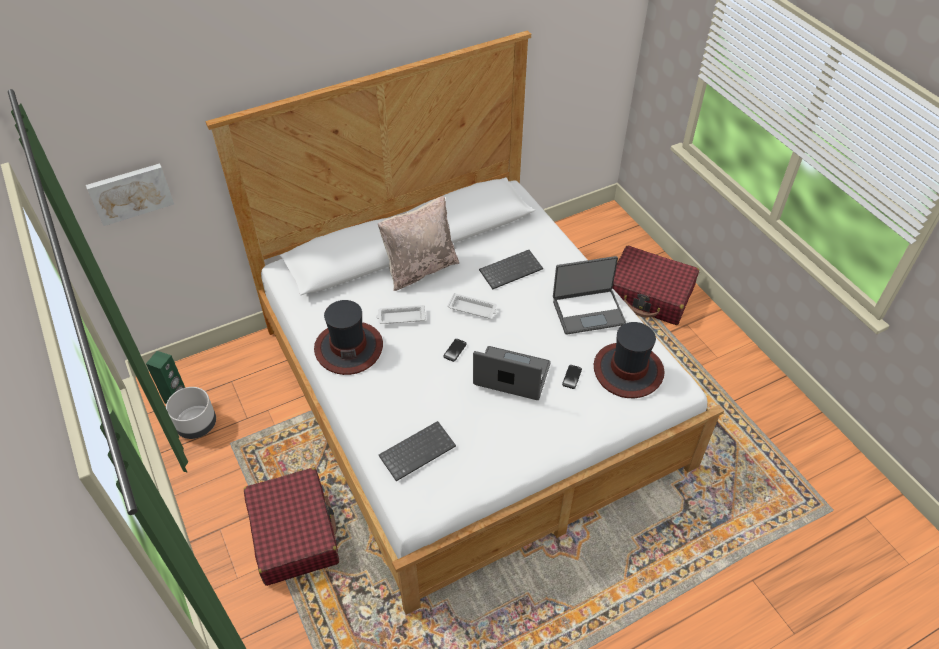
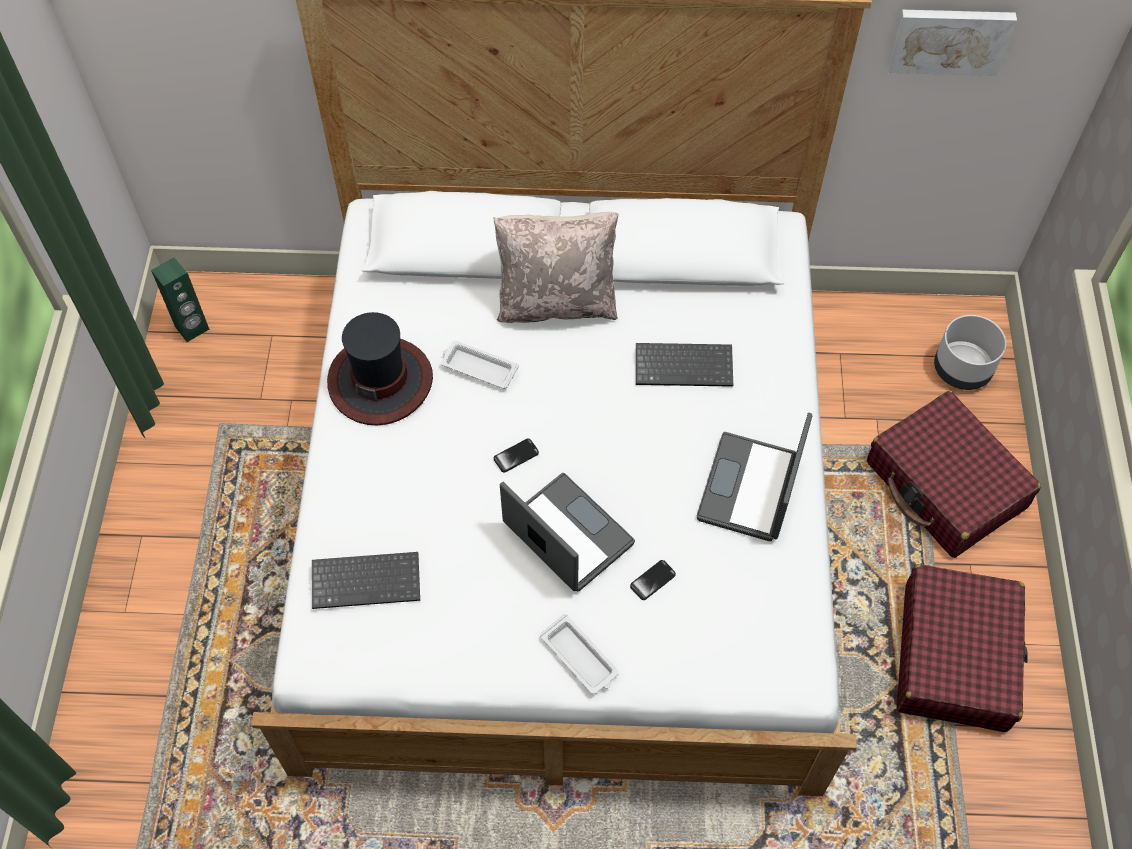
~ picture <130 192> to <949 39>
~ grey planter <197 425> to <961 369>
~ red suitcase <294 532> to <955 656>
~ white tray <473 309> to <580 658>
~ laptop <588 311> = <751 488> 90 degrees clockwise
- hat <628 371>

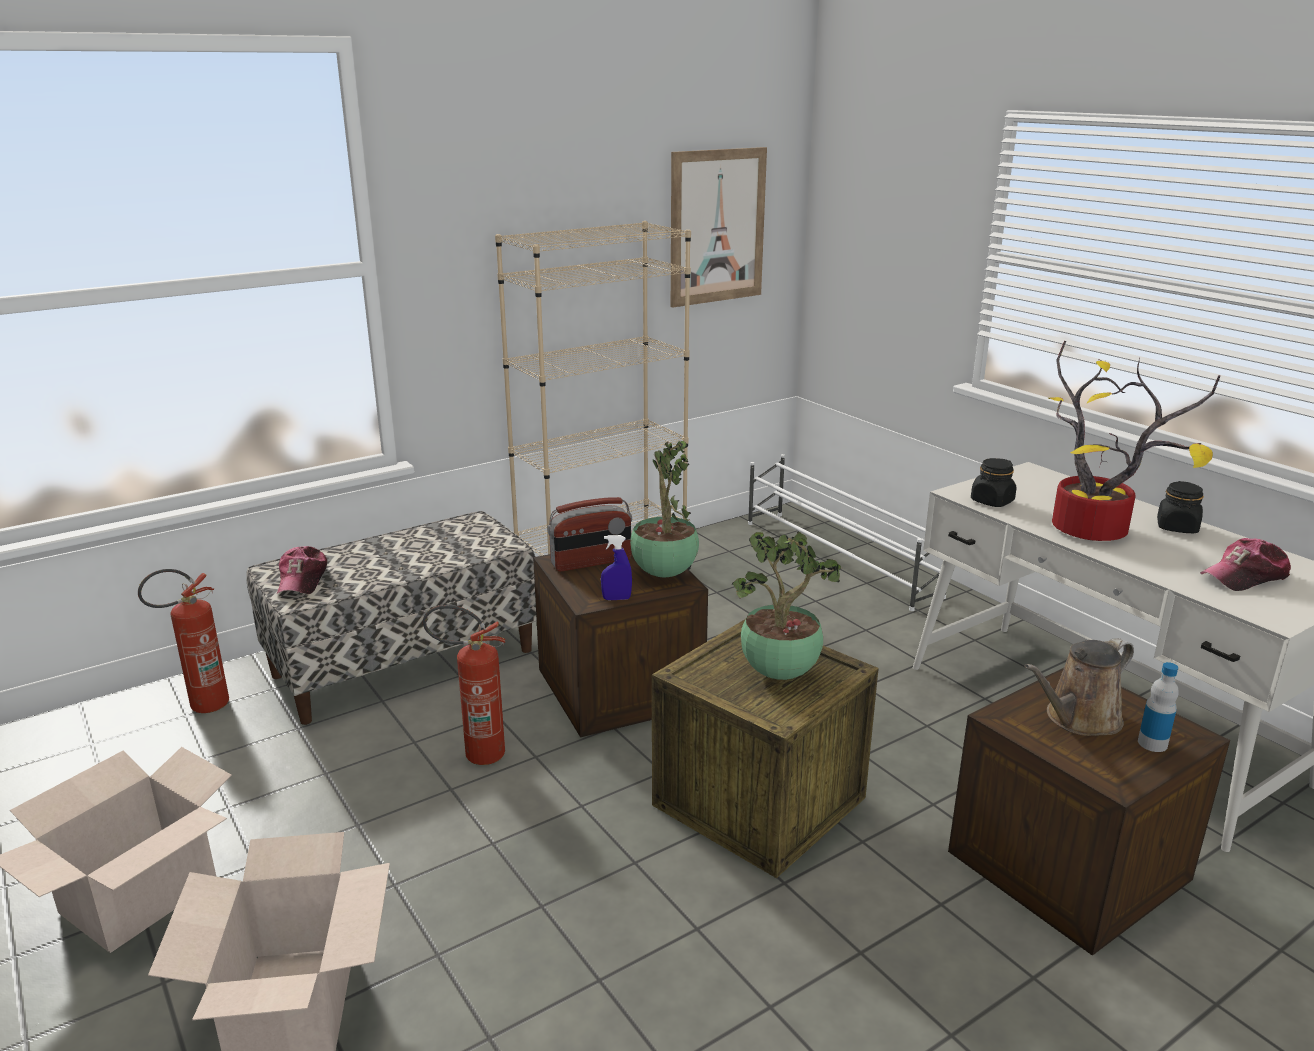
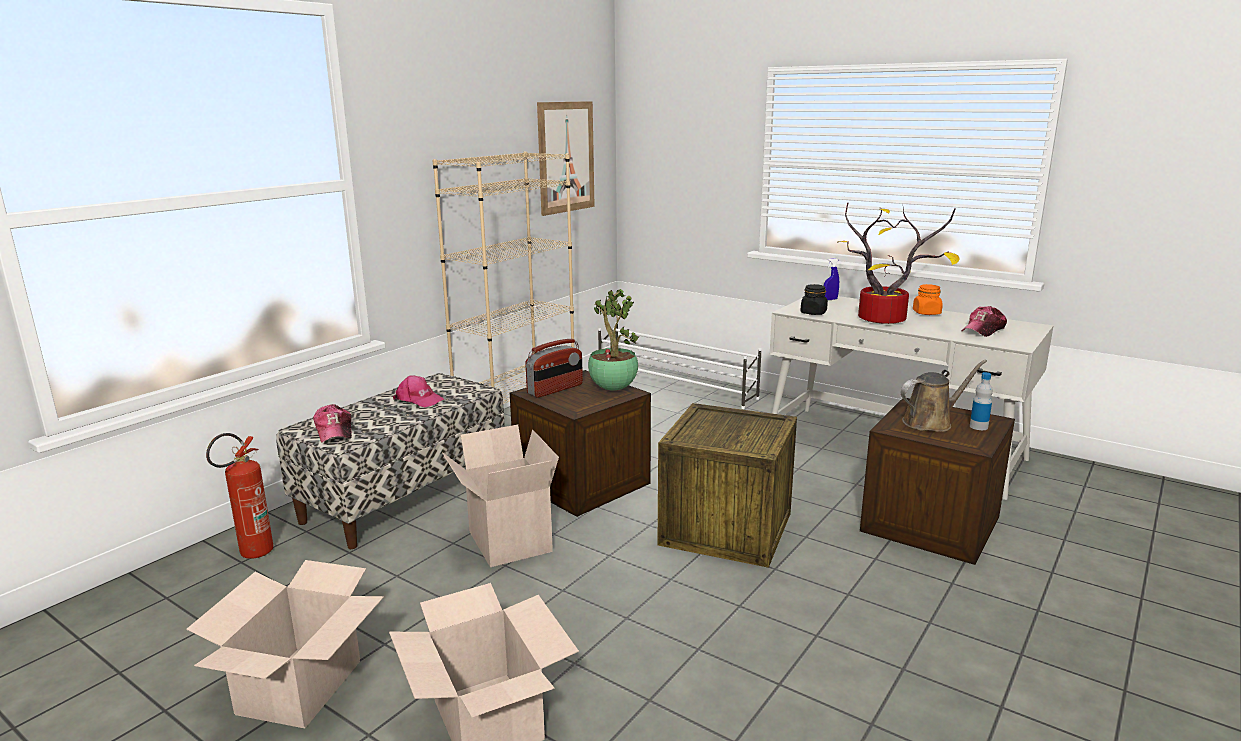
~ fire extinguisher <475 755> to cardboard box <506 541>
~ blue spray bottle <616 599> to <830 299>
- potted plant <782 674>
~ brown watering can <1078 719> = <931 422> 150 degrees counterclockwise
~ black jar <1177 527> to orange jar <926 313>
+ pink cap <419 399>

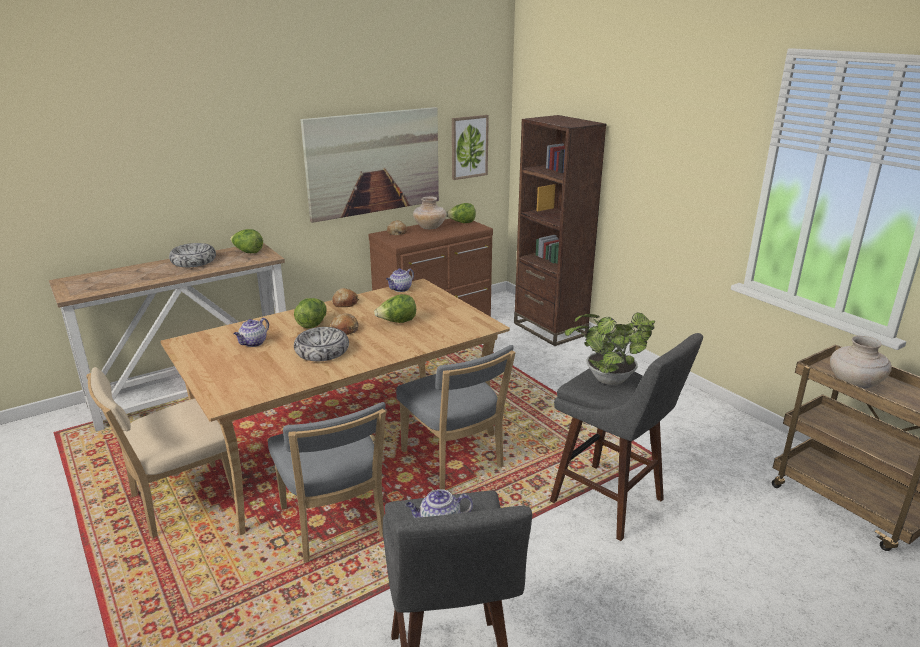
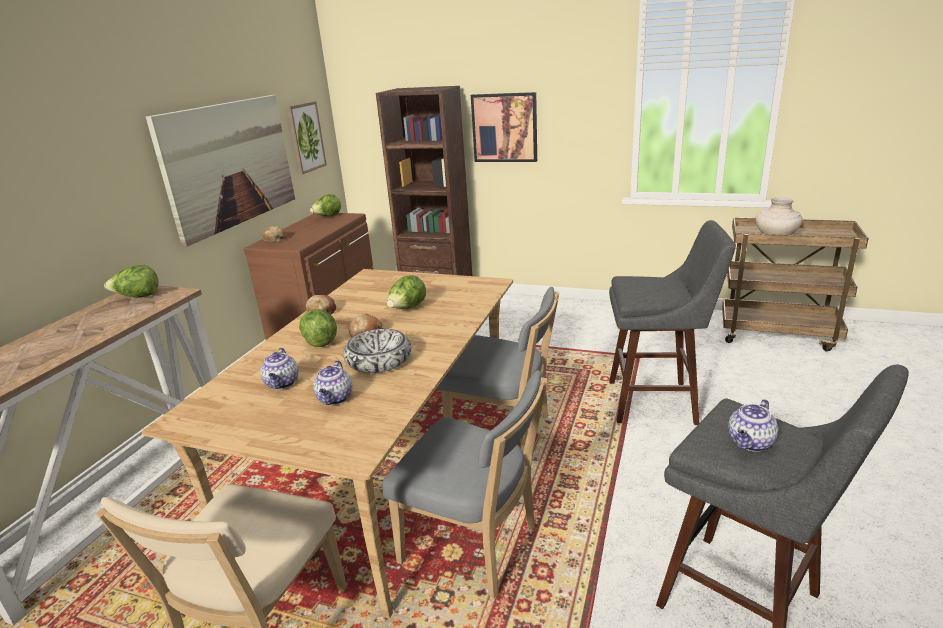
- bowl <193 262>
~ teapot <400 289> to <335 399>
- beige vase <430 228>
- potted plant <606 380>
+ picture <504 127>

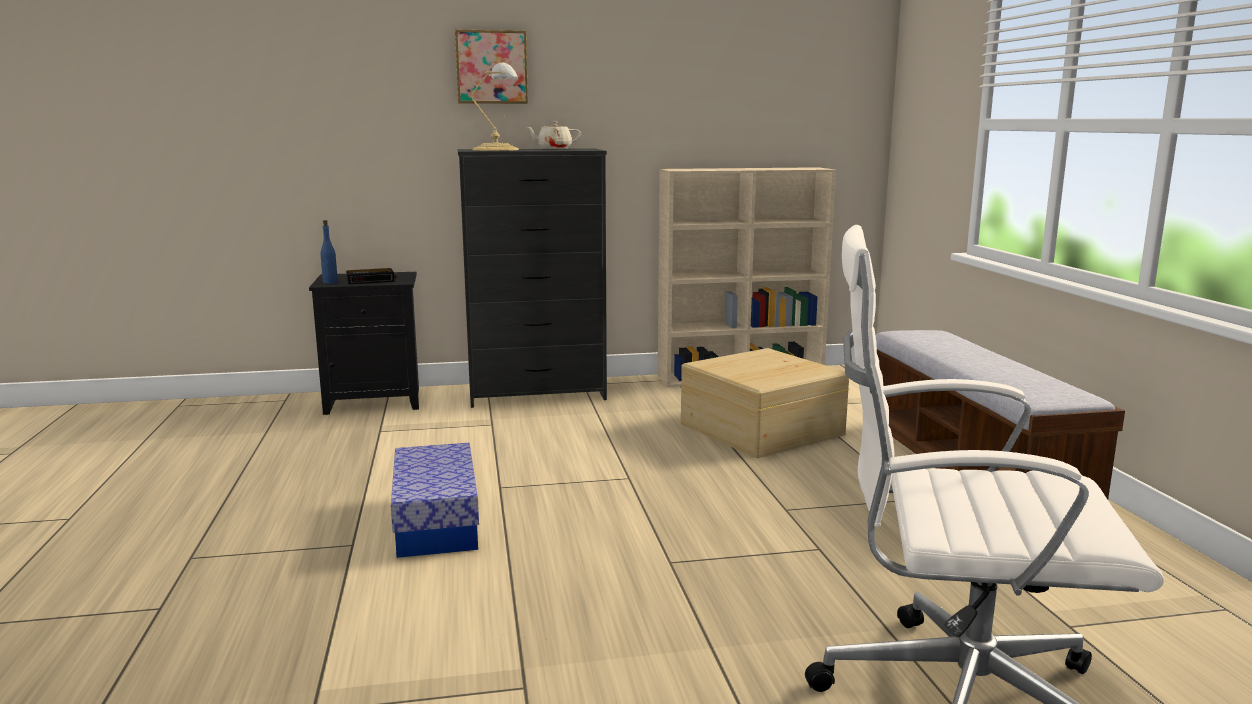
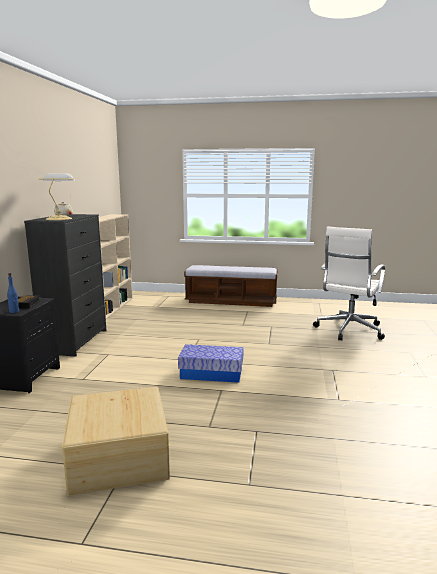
- picture <491 67>
~ beige storage box <760 429> to <118 457>

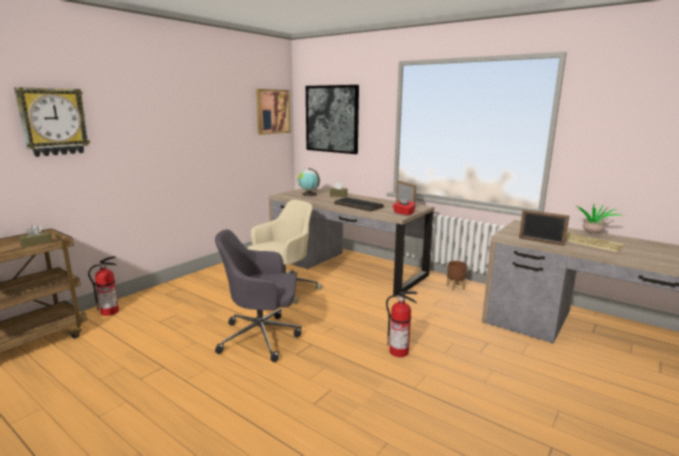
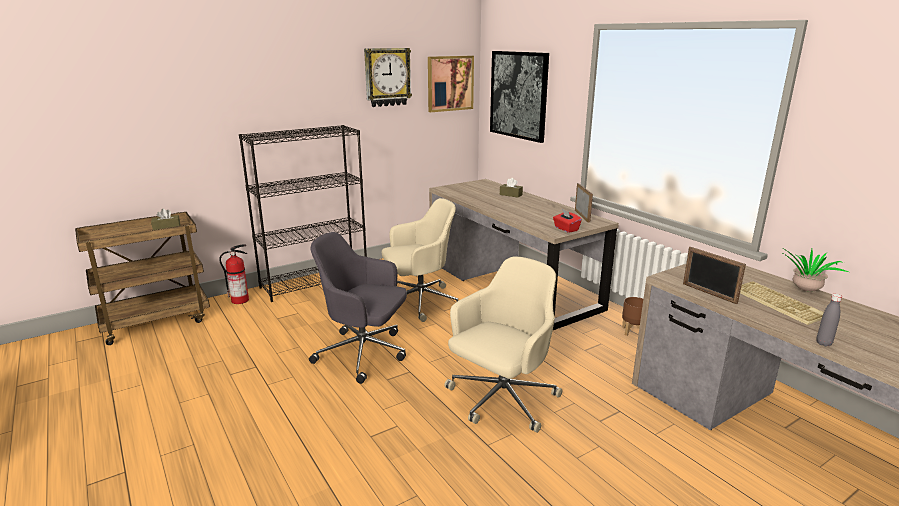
~ wall clock <53 122> to <387 77>
- globe <308 194>
- keyboard <359 205>
~ fire extinguisher <399 352> to beige office chair <501 400>
+ black bookcase <315 282>
+ grey bottle <823 343>

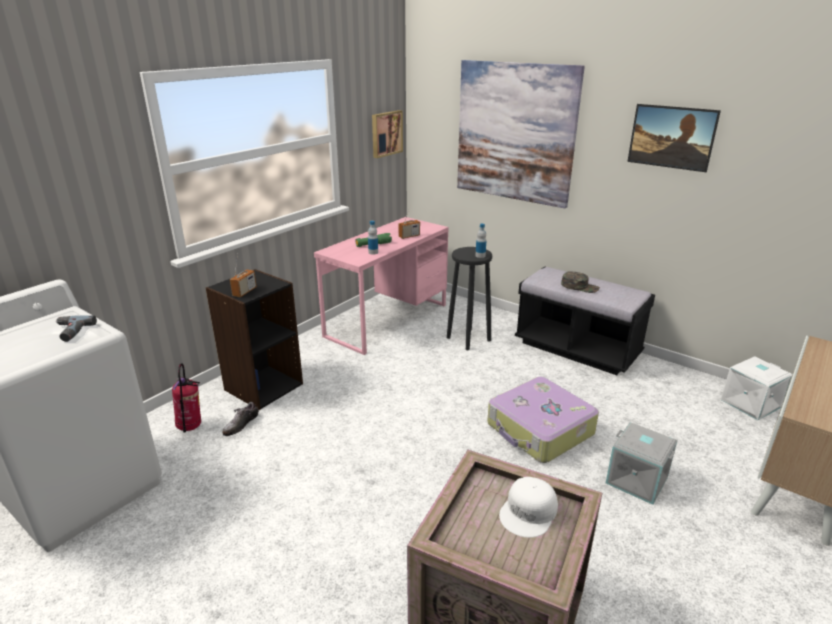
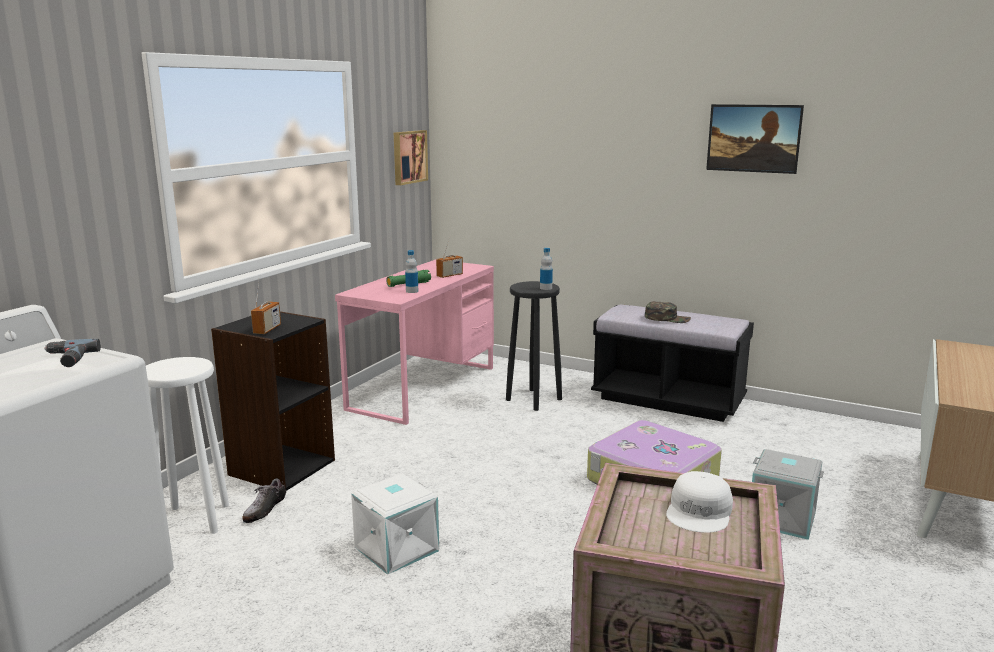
~ fire extinguisher <191 428> to white stool <194 519>
- picture <515 133>
~ white storage box <749 403> to <396 548>

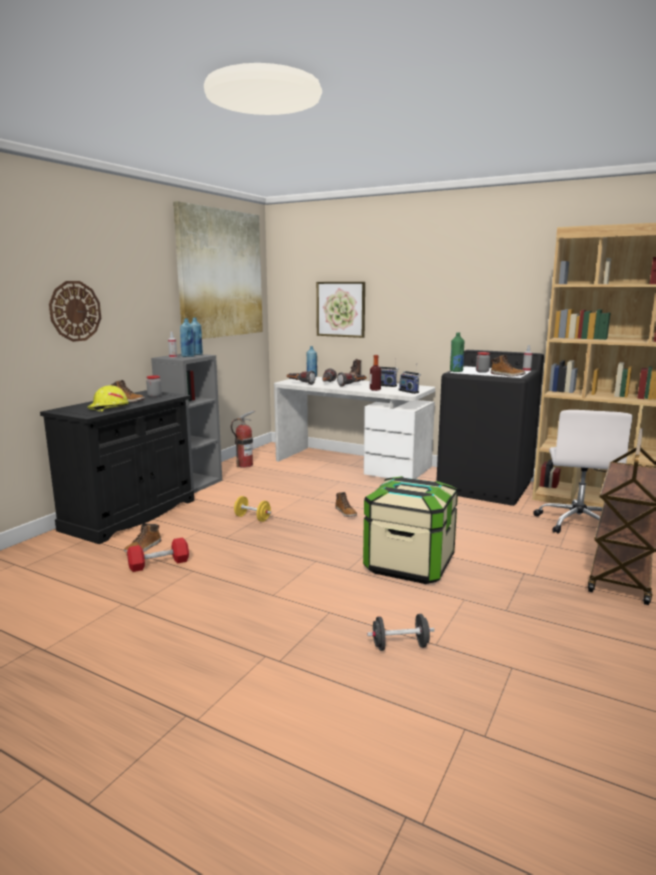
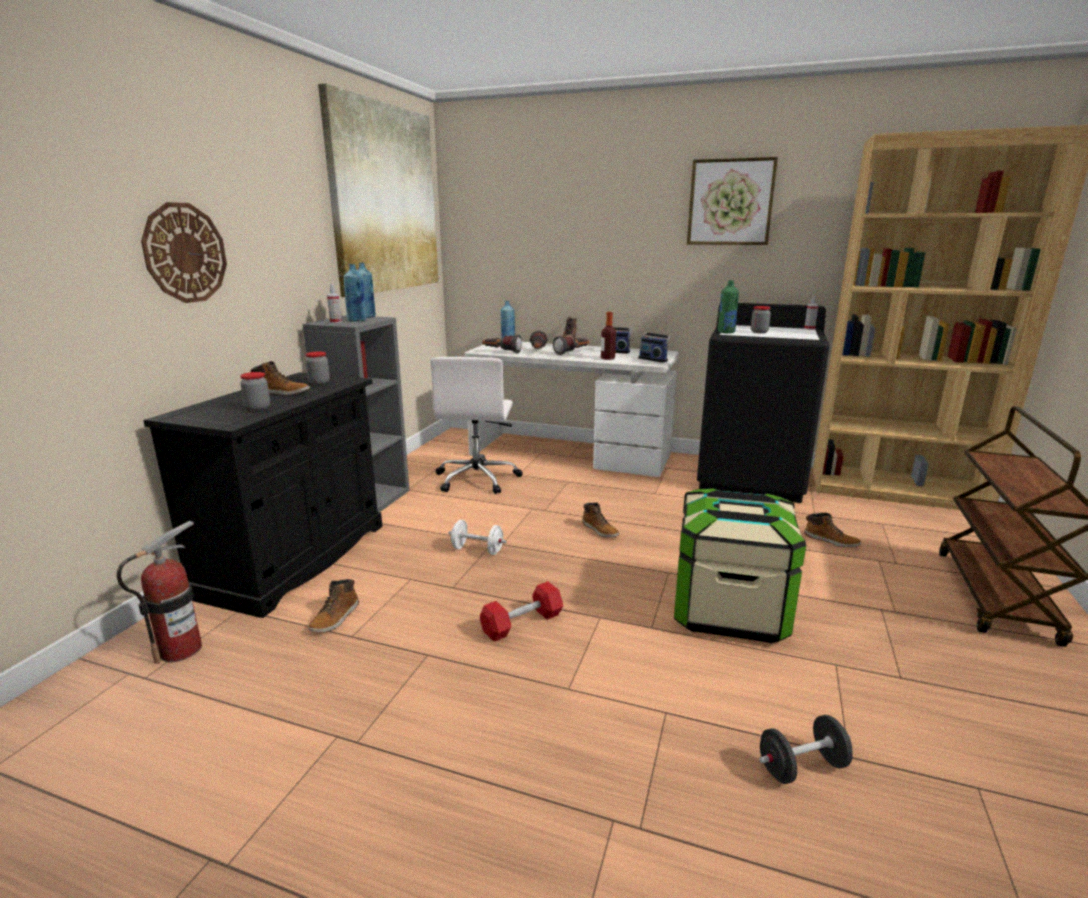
~ yellow hard hat <108 408> to jar <258 408>
~ red dumbbell <159 564> to <522 623>
~ fire extinguisher <245 465> to <181 650>
~ yellow dumbbell <252 518> to white dumbbell <477 550>
~ picture <341 309> to <730 202>
~ boot <507 375> to <831 540>
~ white office chair <577 522> to <477 479>

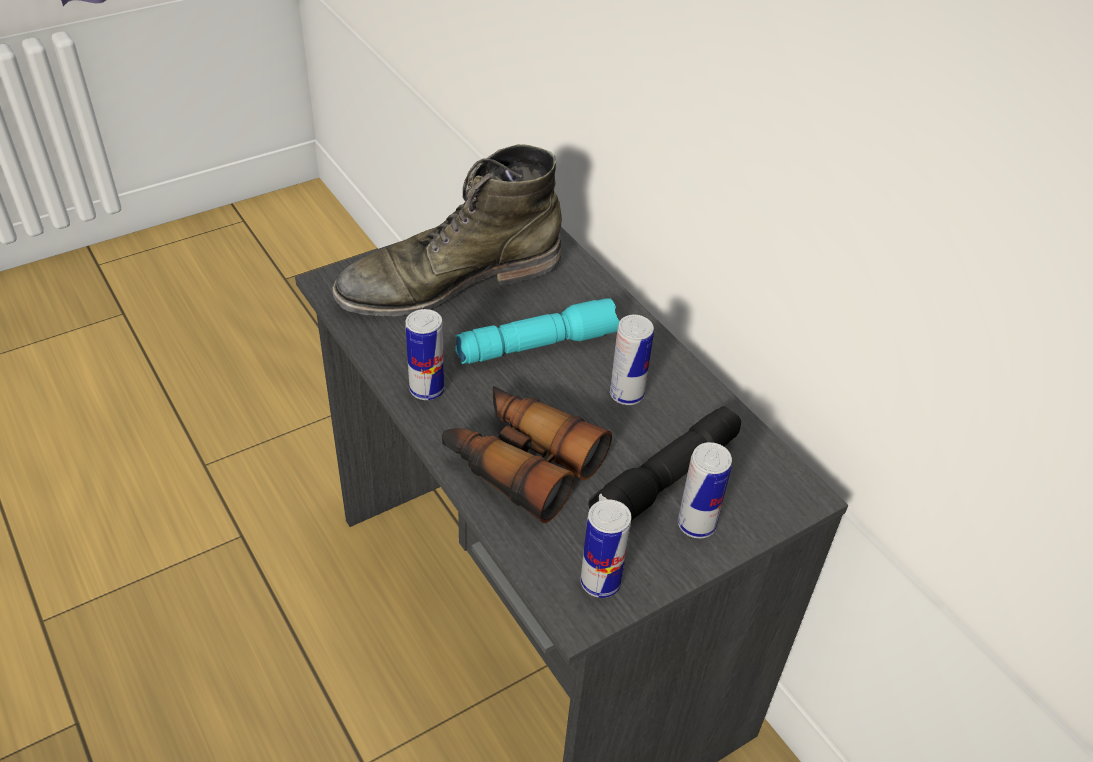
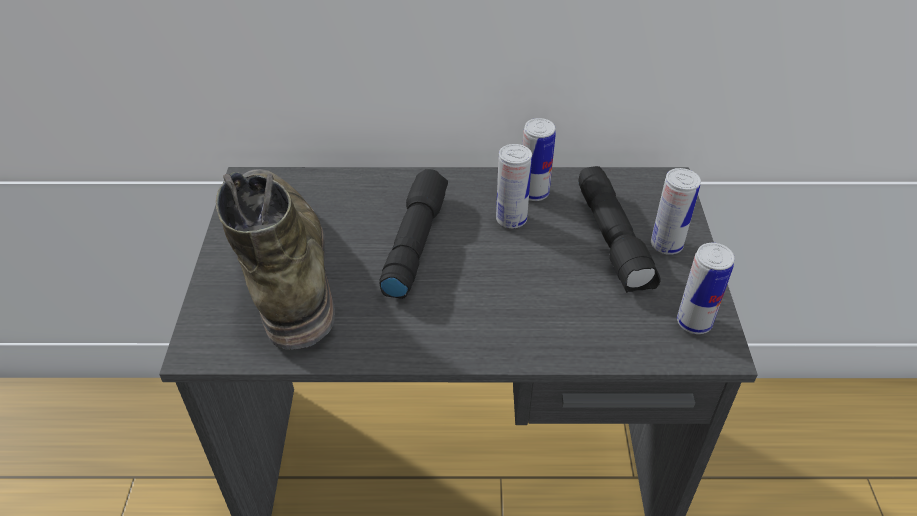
~ green boot <449 280> = <282 263> 150 degrees clockwise
~ can <427 389> to <534 193>
- binoculars <521 462>
~ turquoise flashlight <538 343> to black flashlight <413 242>

